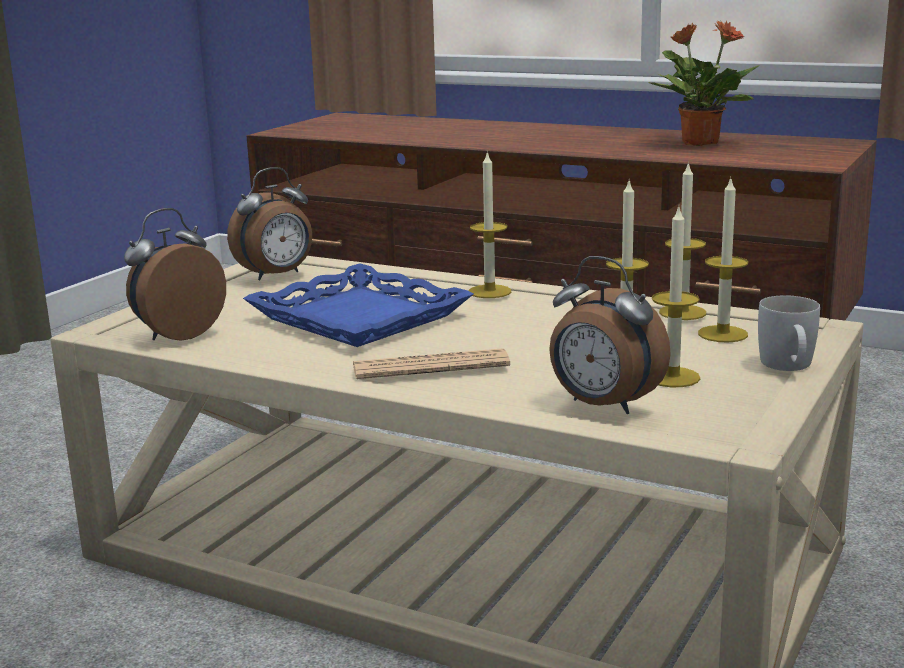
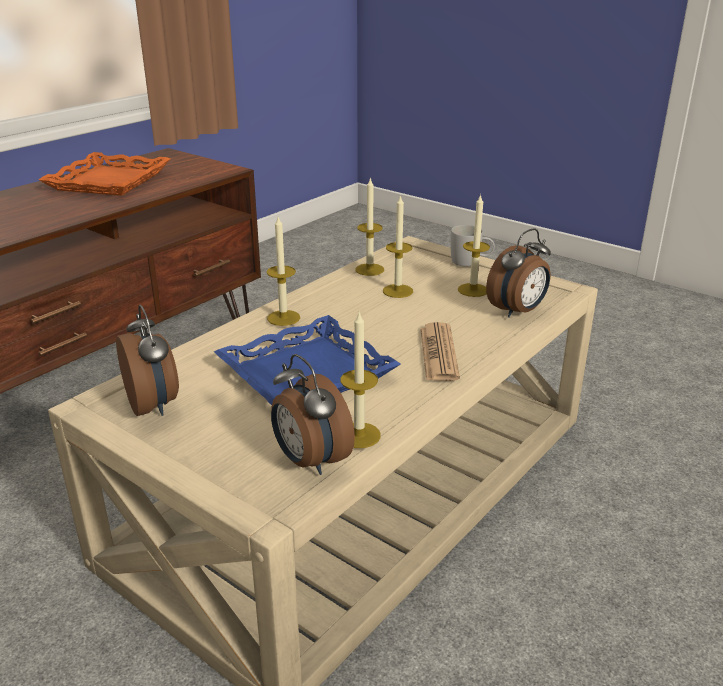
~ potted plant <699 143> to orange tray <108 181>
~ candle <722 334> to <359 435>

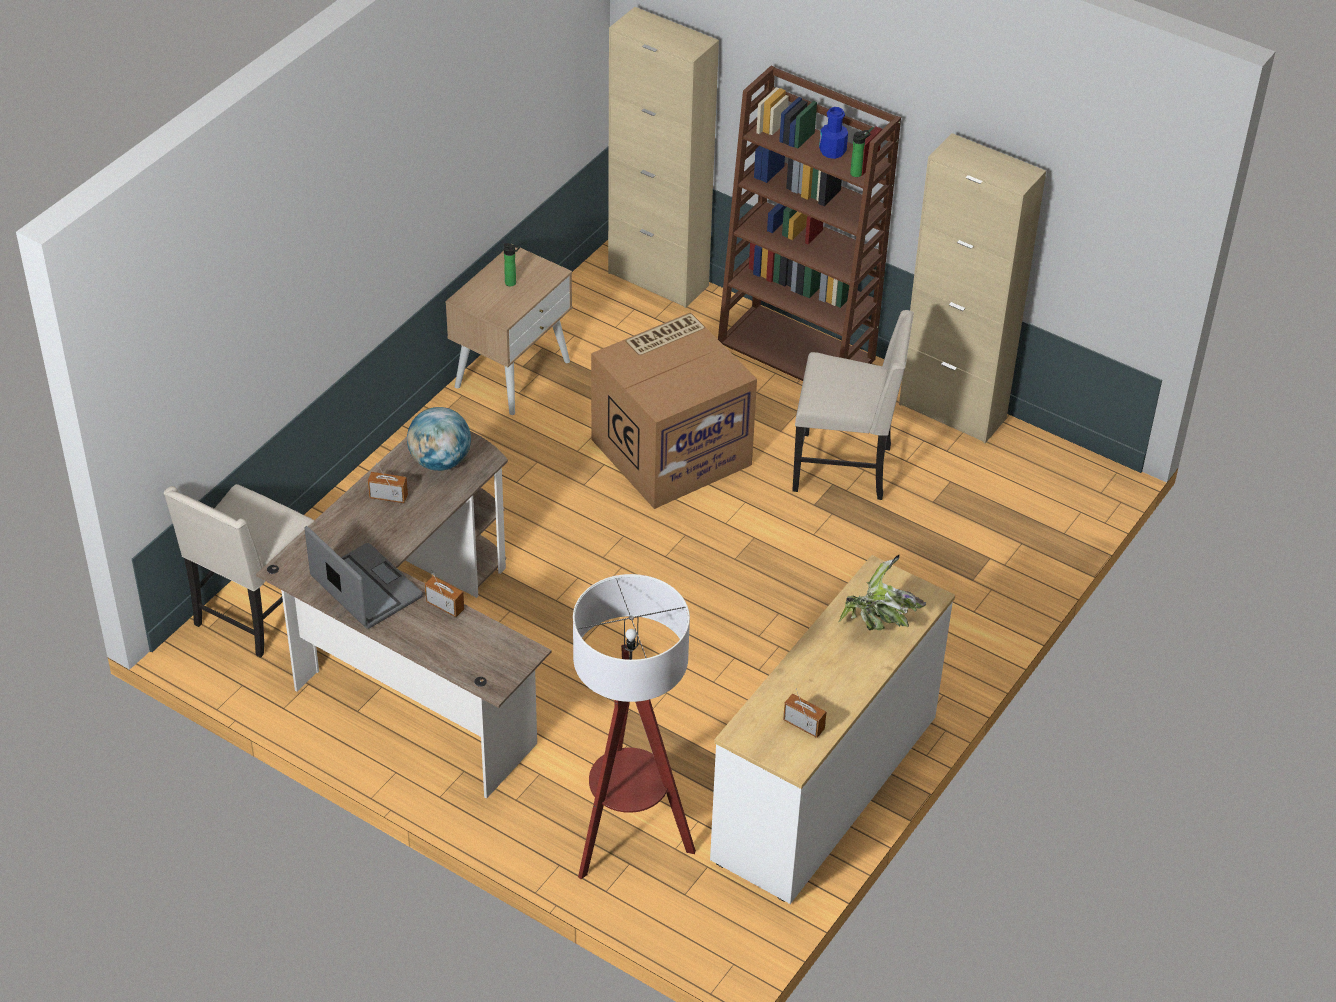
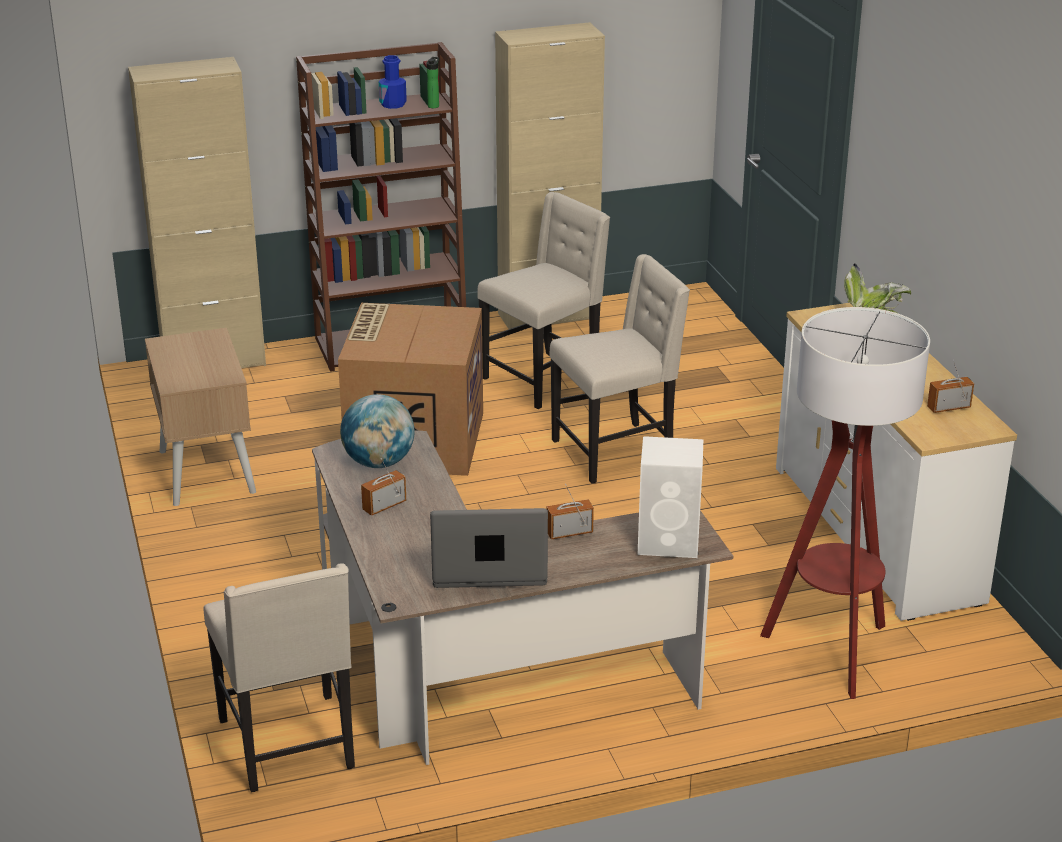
- bottle <512 283>
+ beige chair <616 451>
+ white speaker <670 541>

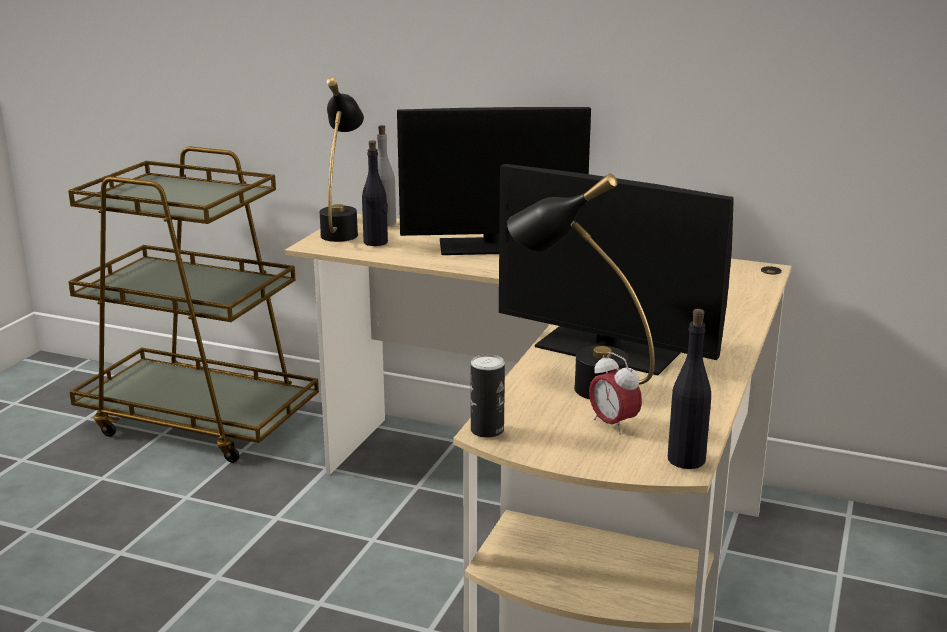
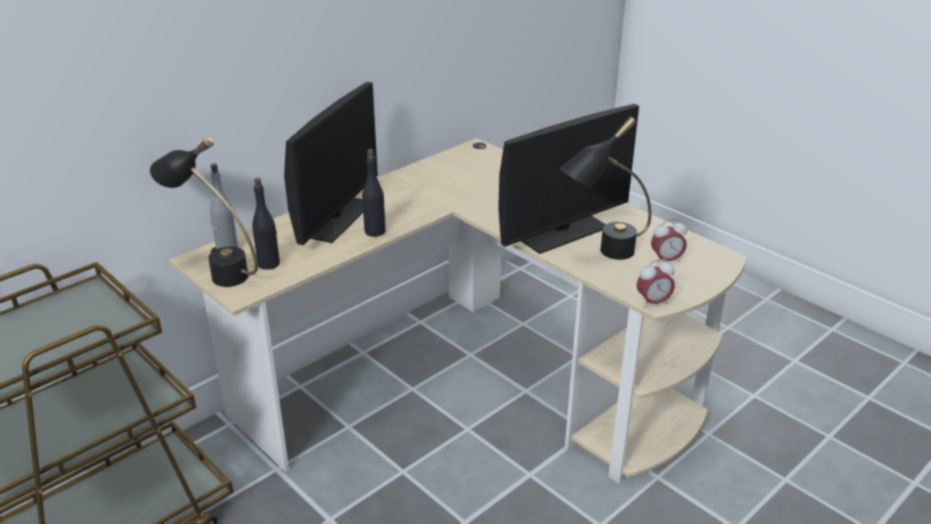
~ can <487 430> to alarm clock <653 303>
~ black bottle <686 459> to <374 231>

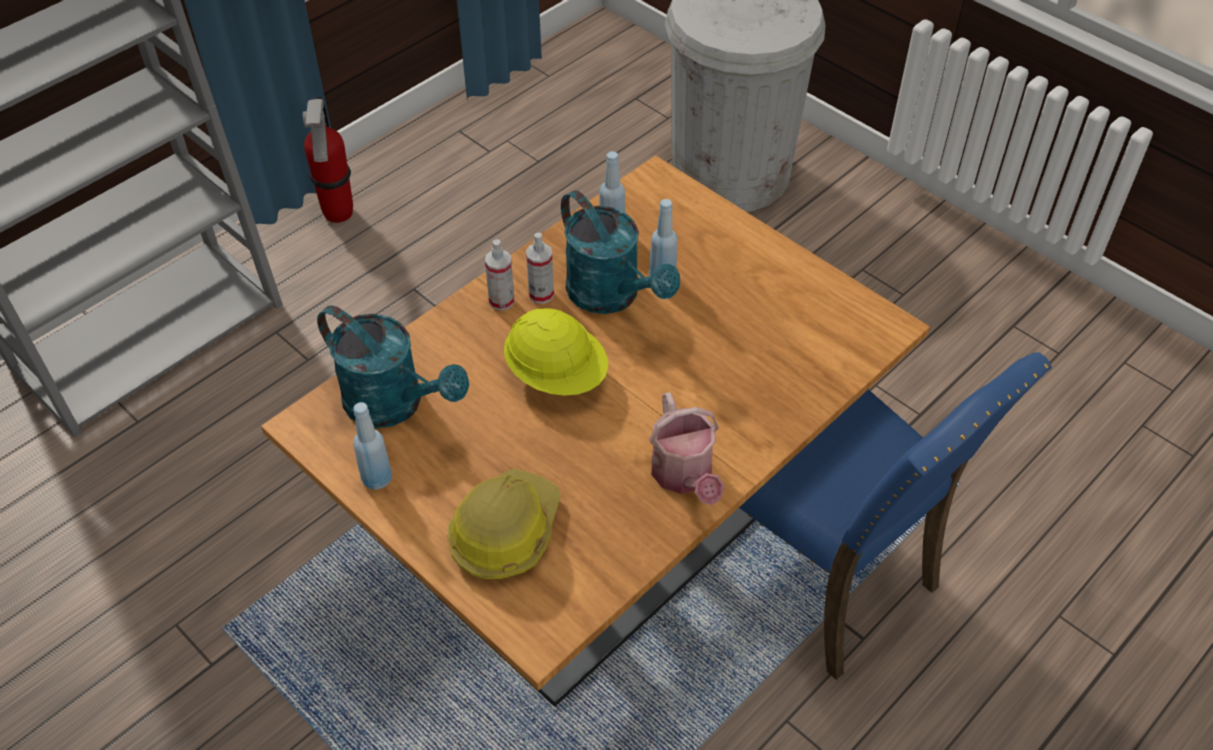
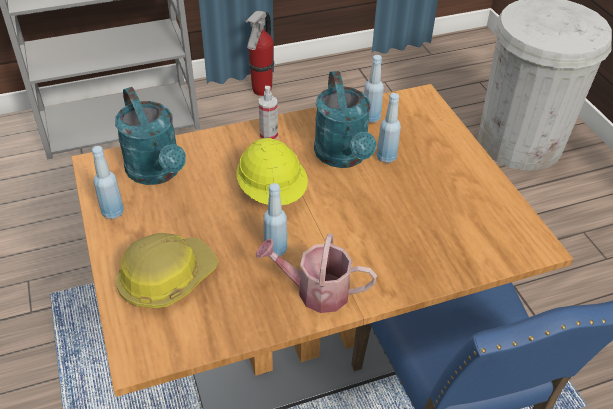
- spray bottle <541 294>
~ watering can <685 476> = <315 291> 90 degrees clockwise
+ blue bottle <275 250>

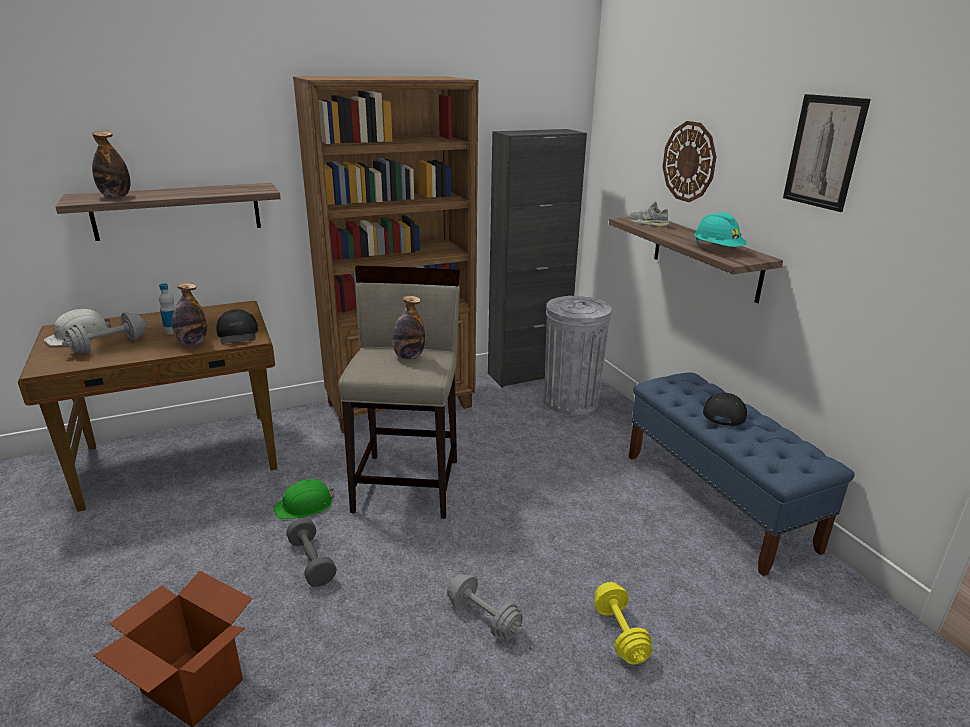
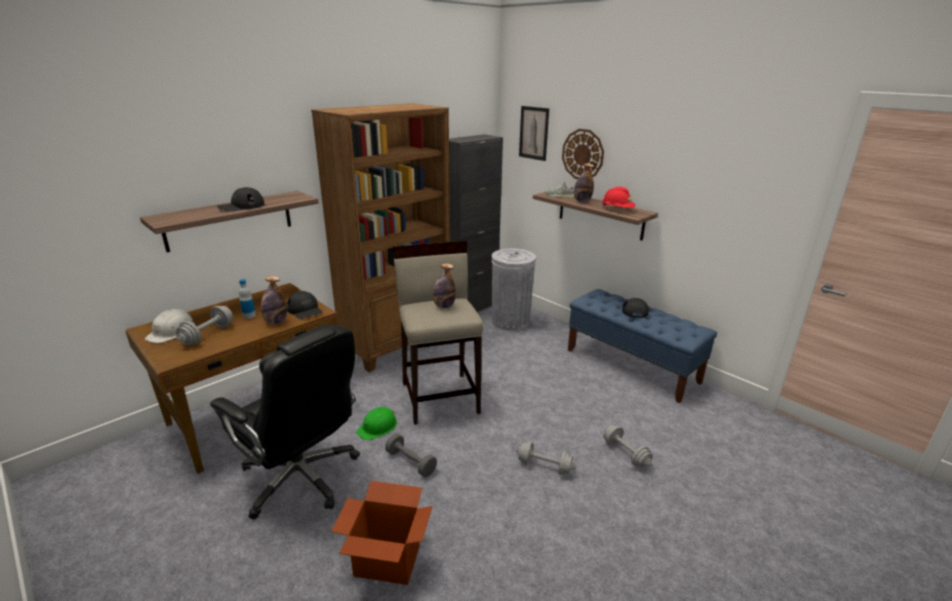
~ bottle <116 196> to <582 201>
~ yellow dumbbell <620 634> to grey dumbbell <625 454>
~ turquoise hard hat <717 249> to red hard hat <617 210>
~ picture <824 152> to <534 133>
+ black office chair <301 477>
+ black cap <241 206>

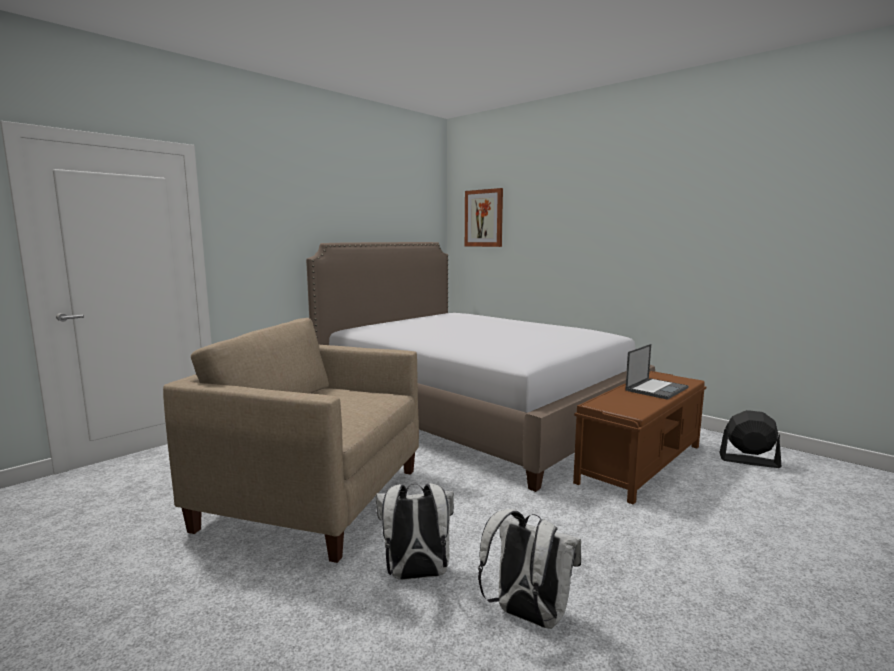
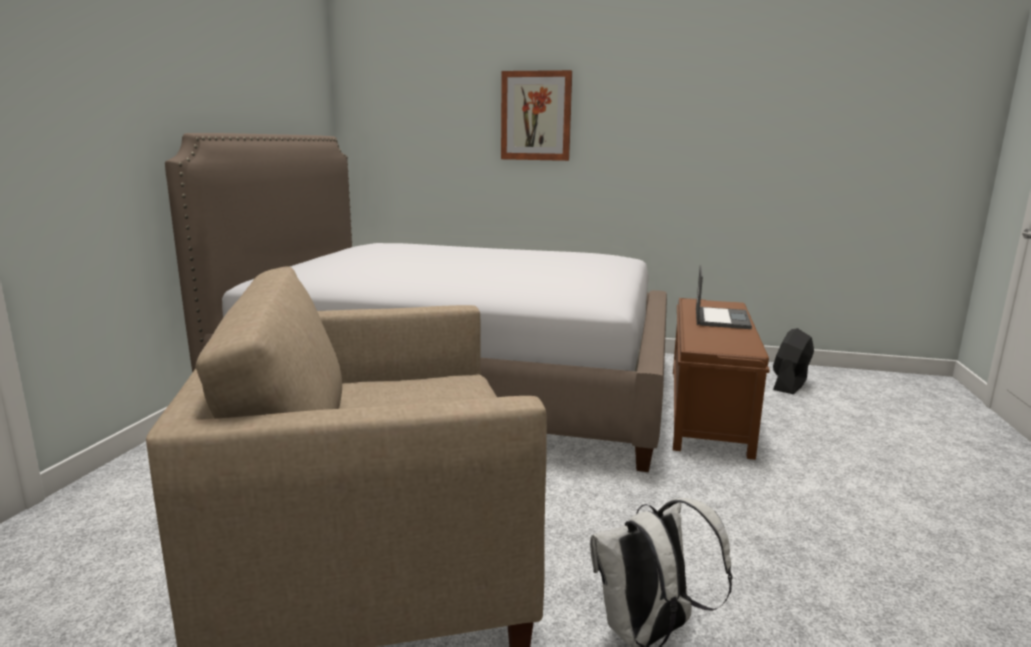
~ picture <484 218> to <536 116>
- white backpack <527 616>
~ black fan <748 460> = <790 384> 45 degrees counterclockwise

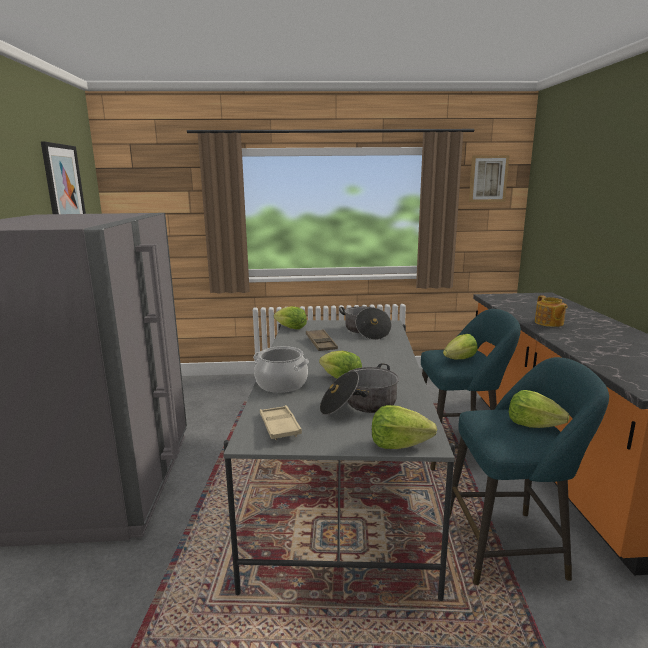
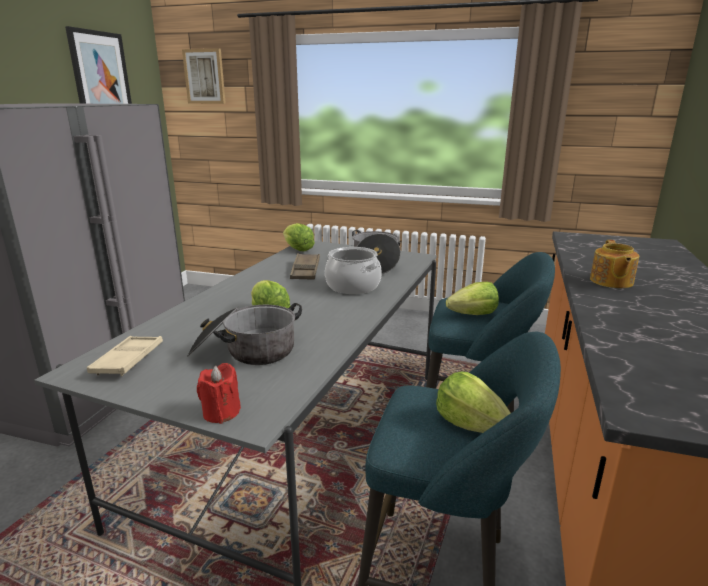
~ cooking pot <281 384> to <352 286>
~ lettuce <399 444> to red candle <221 412>
~ picture <488 179> to <205 76>

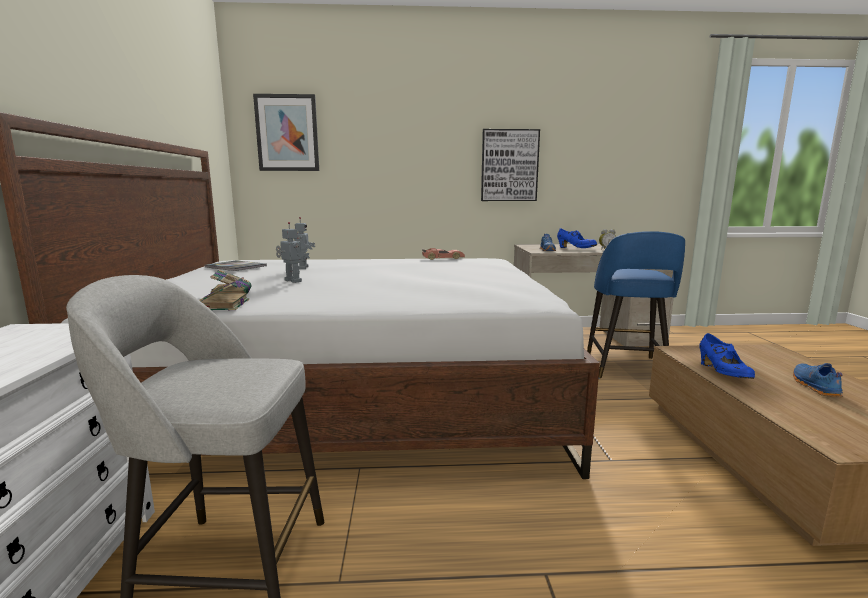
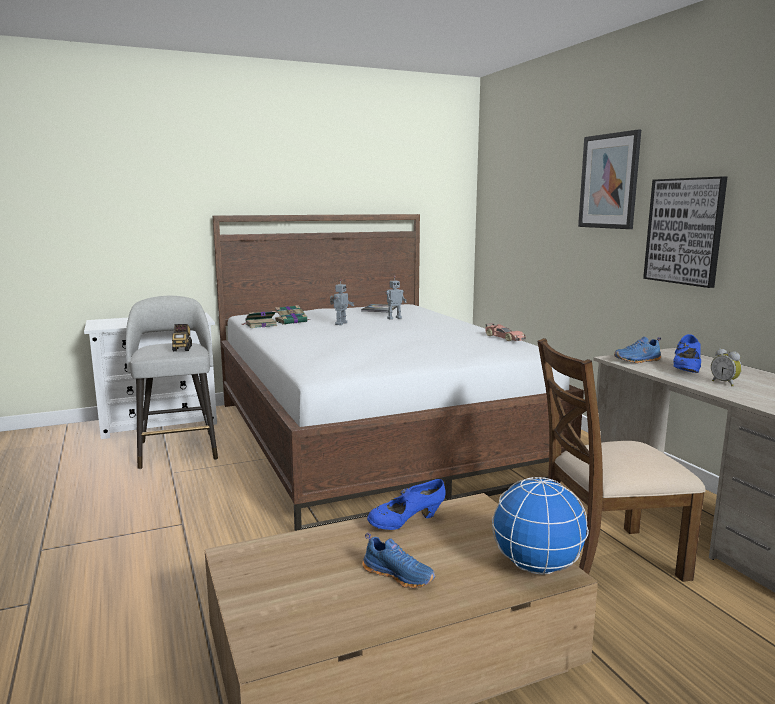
~ picture <287 133> to <609 181>
~ blue stool <626 368> to brown chair <606 558>
~ blue shoe <814 386> = <399 575> 45 degrees clockwise
+ toy truck <182 348>
+ globe <536 567>

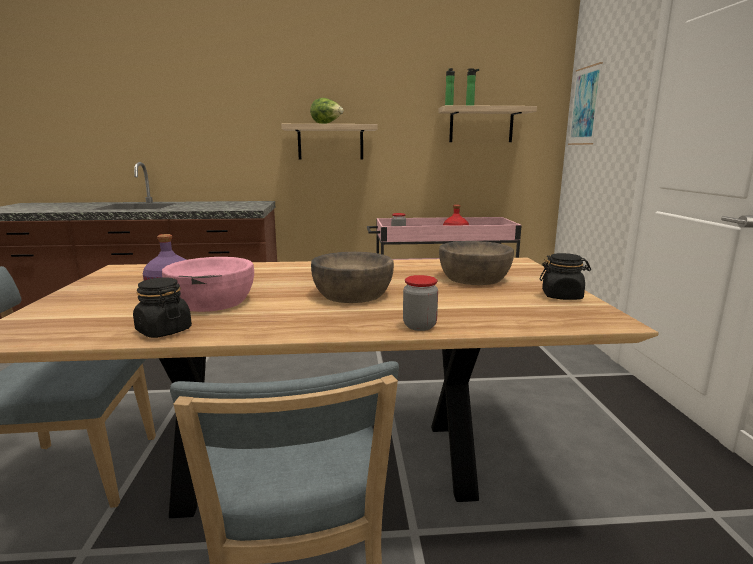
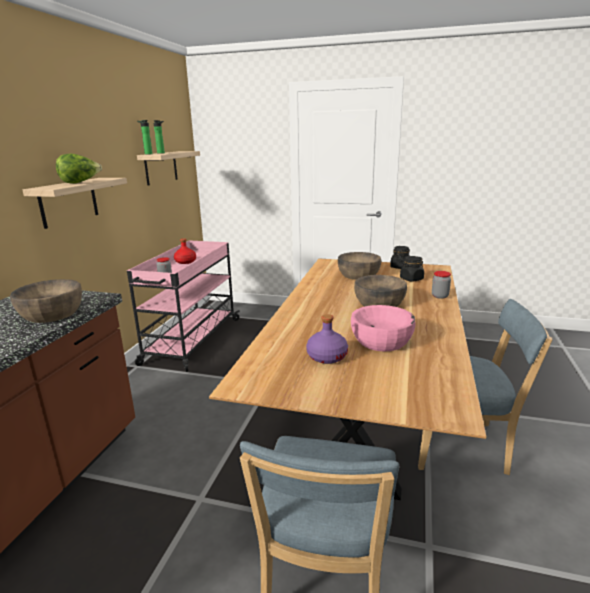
~ black jar <163 331> to <411 279>
- picture <585 106>
+ brown bowl <51 314>

